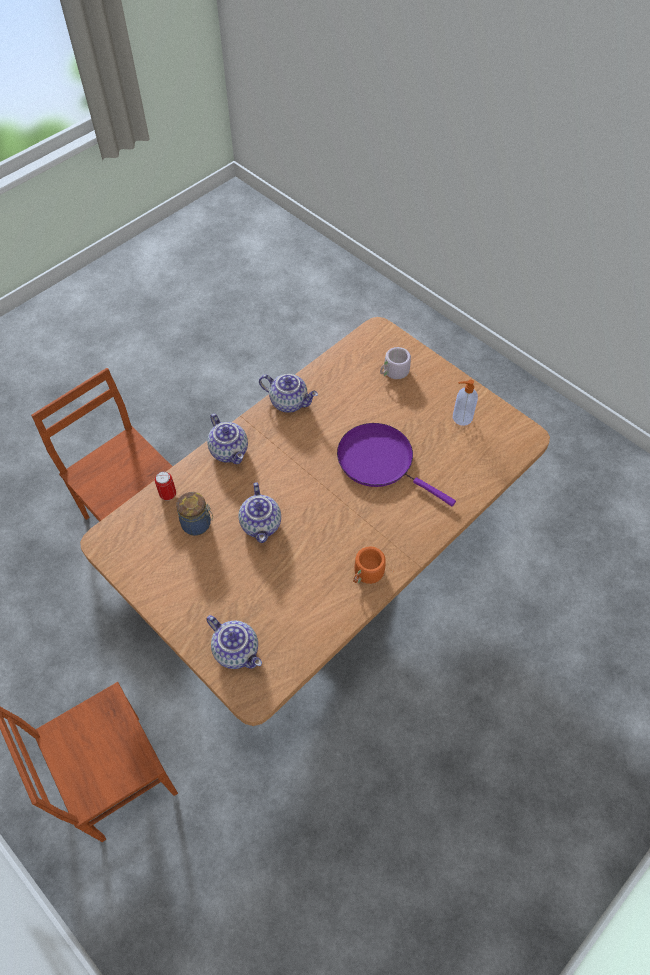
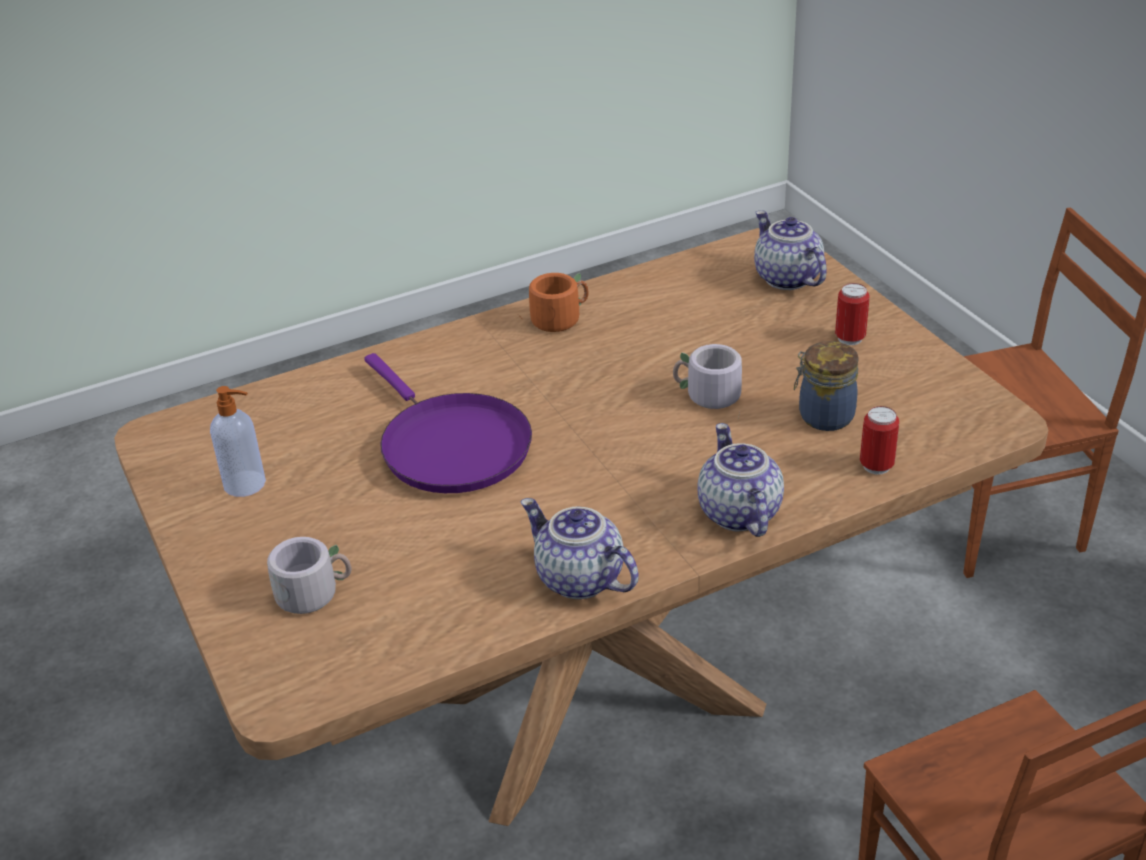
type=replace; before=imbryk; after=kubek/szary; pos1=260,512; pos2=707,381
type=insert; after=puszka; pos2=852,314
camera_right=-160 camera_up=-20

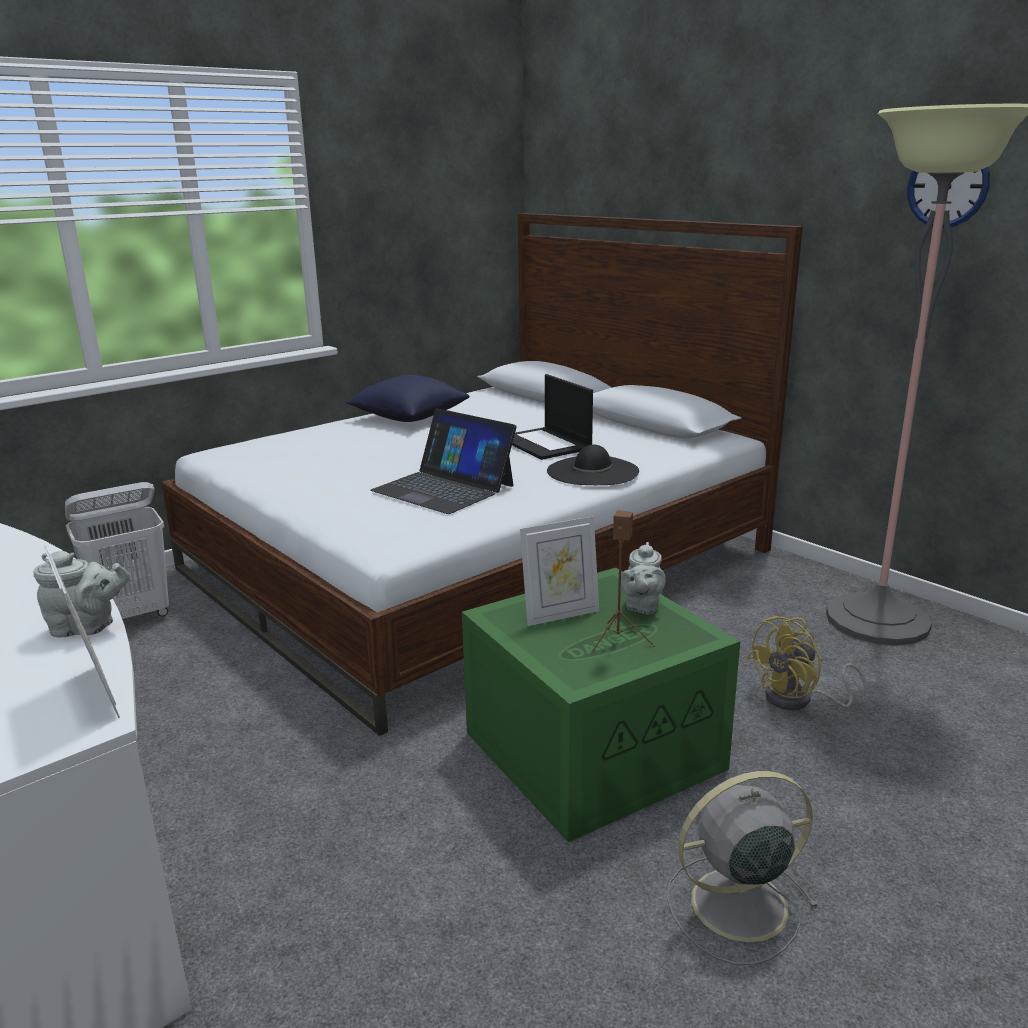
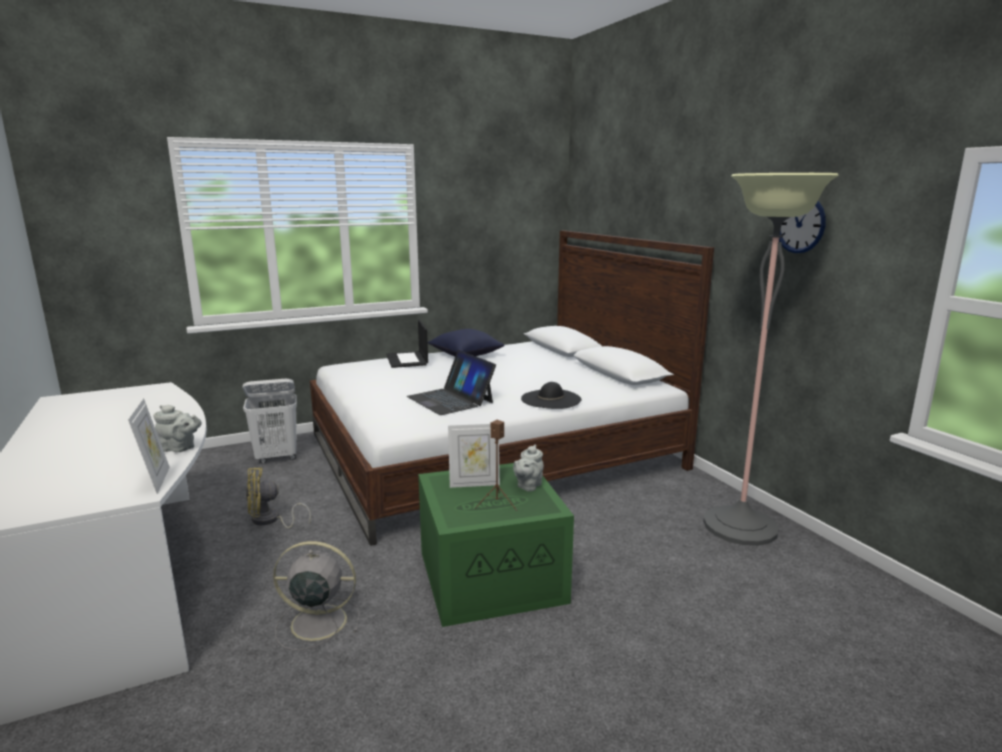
type=move; before=wentylator/żółty; pos1=806,663; pos2=278,498
type=move; before=wentylator/szary; pos1=743,868; pos2=316,595
type=move; before=laptop; pos1=552,417; pos2=407,344
camera_right=15 camera_up=-5

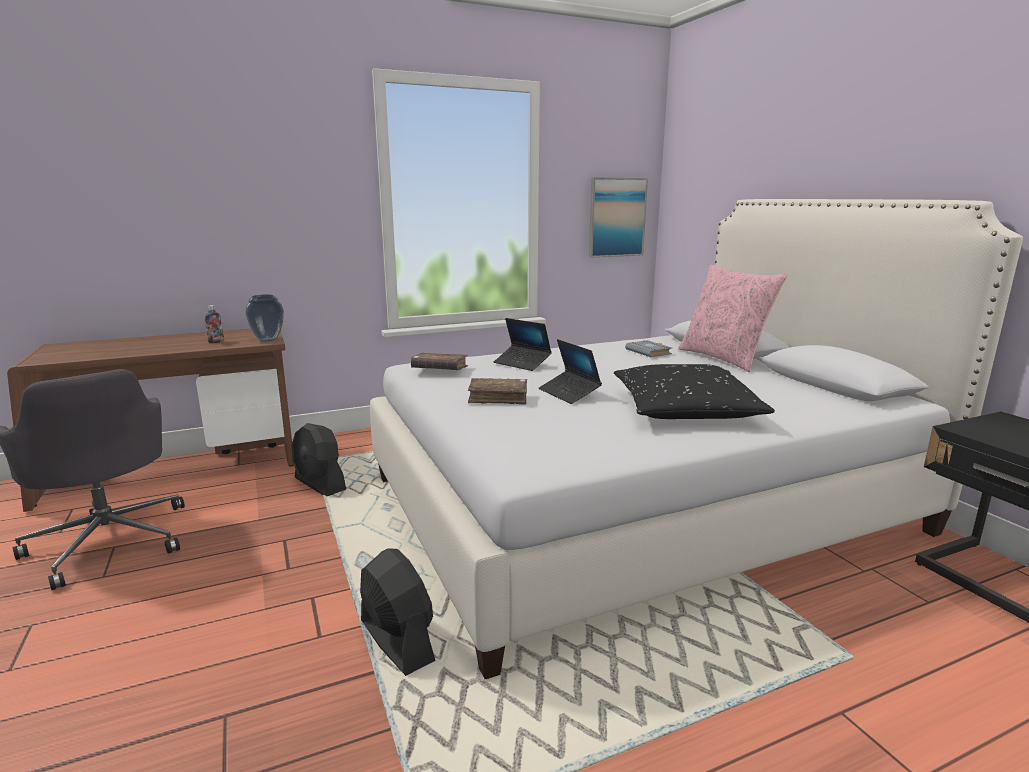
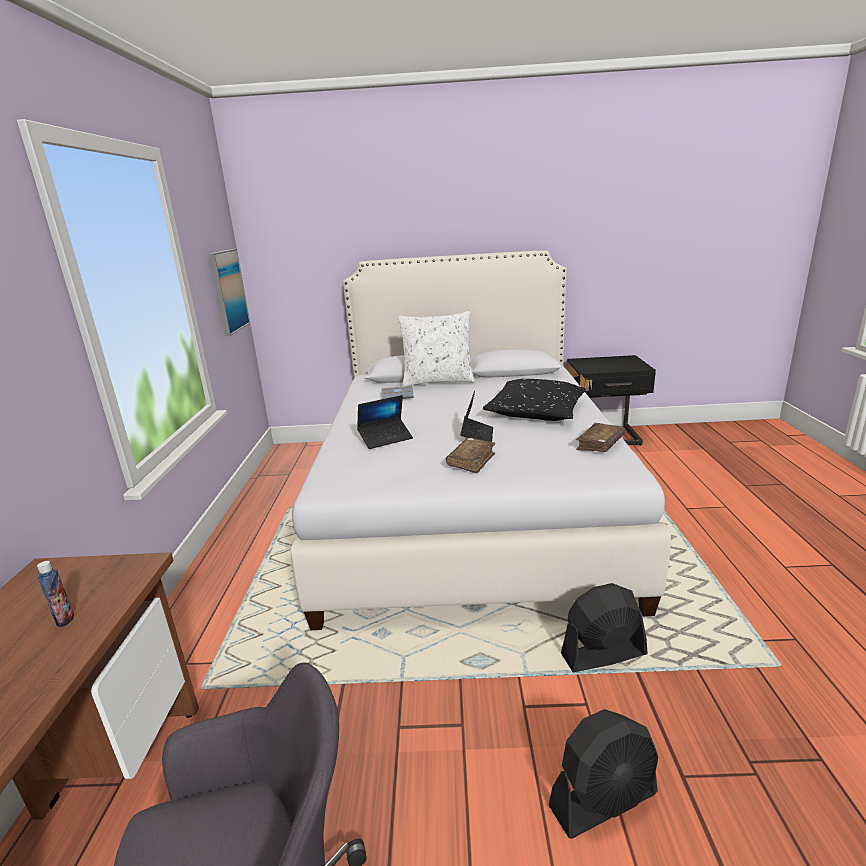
type=recolor; before=poduszka/różowy; after=poduszka/biały; pos1=733,318; pos2=436,349
type=rotate; before=laptop; pos1=570,371; pos2=476,416; turn=-75
type=move; before=wentylator/czarny; pos1=318,459; pos2=603,774
type=move; before=książka/brązowy; pos1=439,361; pos2=600,437
type=delete; before=wazon; pos1=264,318
camera_right=-65 camera_up=5

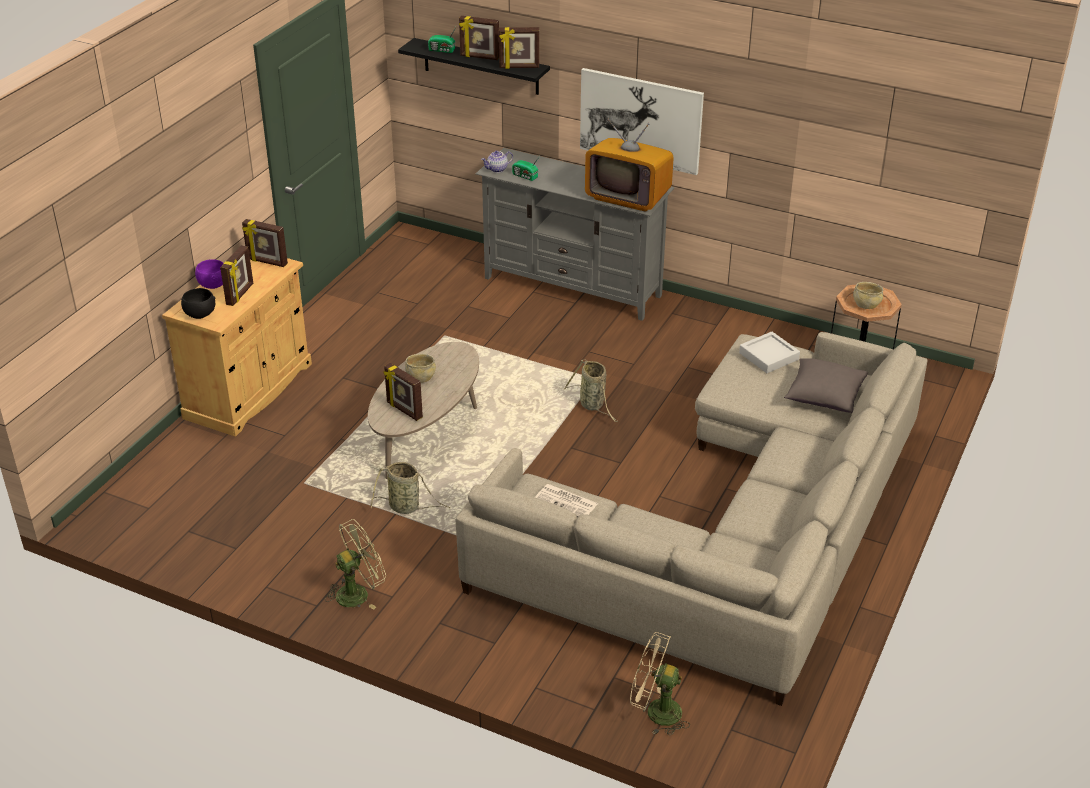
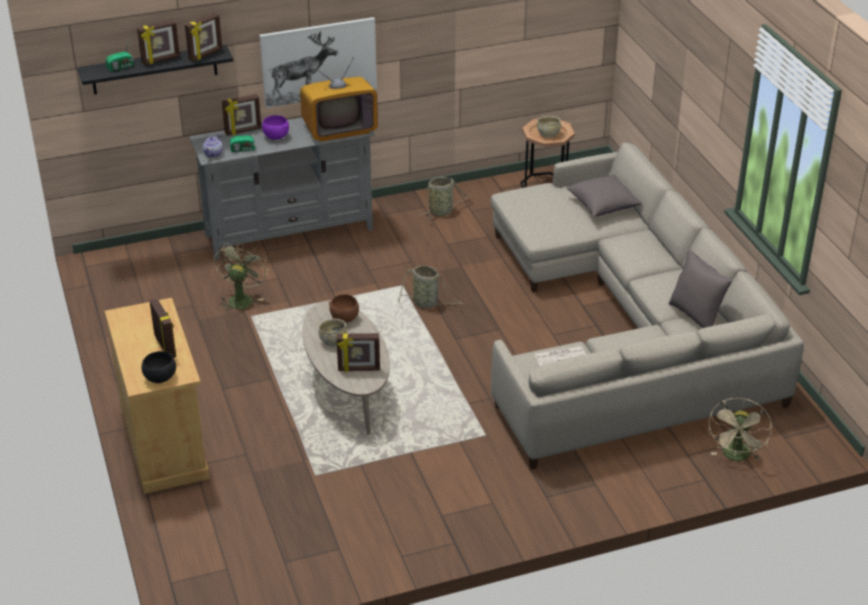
type=move; before=wentylator/zielony; pos1=355,564; pos2=241,277
type=move; before=ramka na zdjęcie; pos1=265,243; pos2=241,115
type=move; before=miska/fioletowy; pos1=209,274; pos2=275,127
type=insert; after=miska/brązowy; pos2=344,308
type=move; before=koszyk; pos1=410,488; pos2=445,198
type=insert; after=poduszka/szary; pos2=700,288
type=rotate; before=wentylator/beżowy; pos1=660,684; pos2=740,429; turn=-45
type=delete; before=taca/szary; pos1=769,352
camera_right=-45 camera_up=0

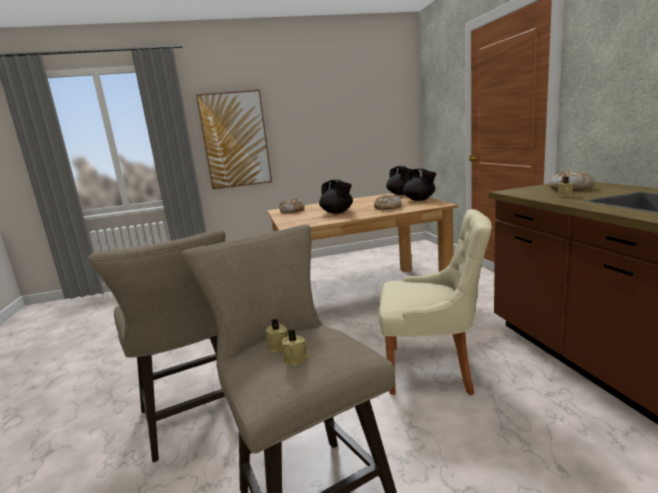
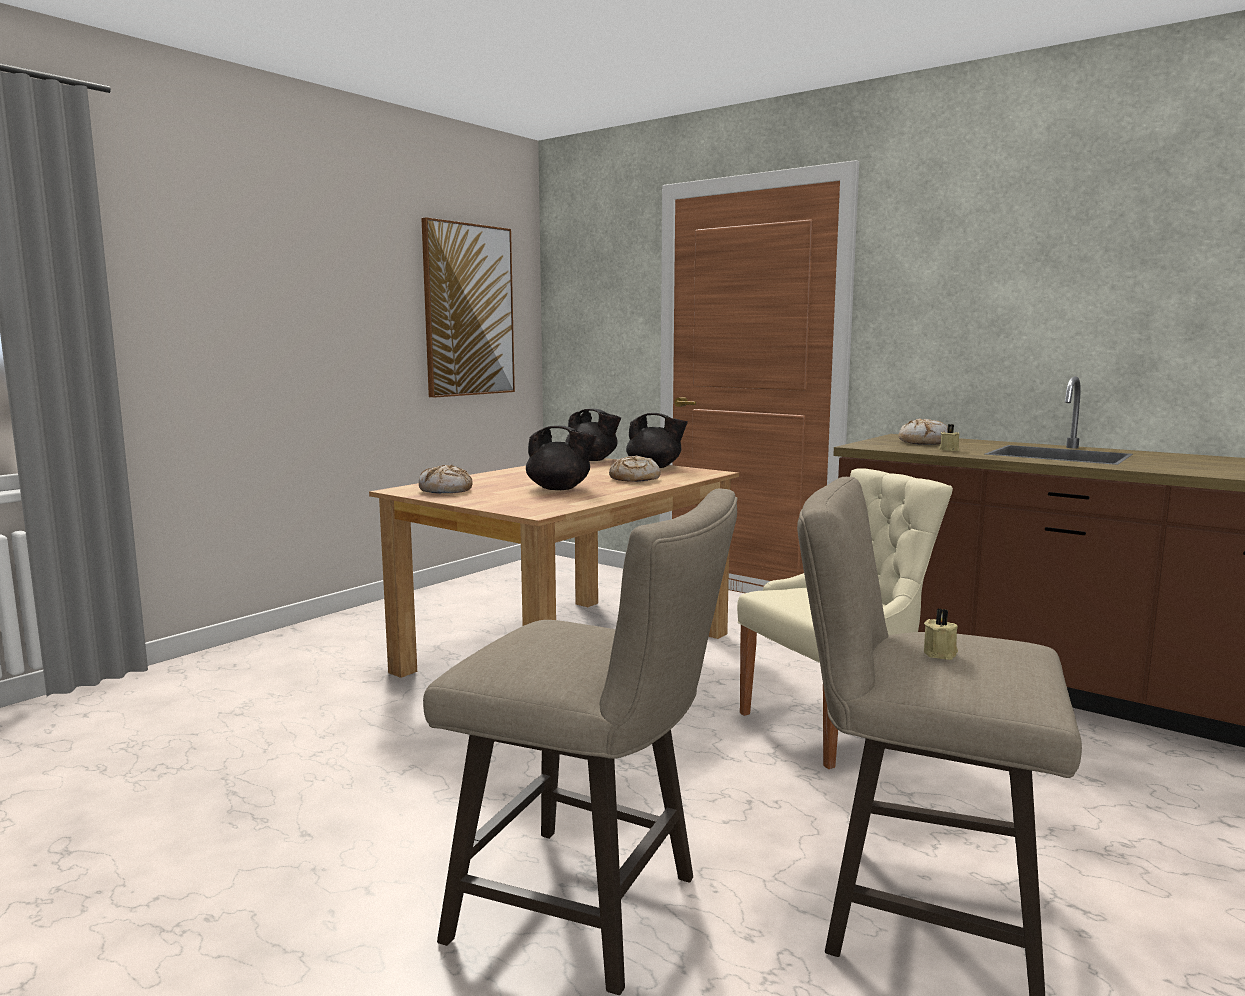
type=move; before=obraz; pos1=234,140; pos2=468,307
type=delete; before=świeca/beżowy; pos1=295,348
camera_right=-40 camera_up=-5

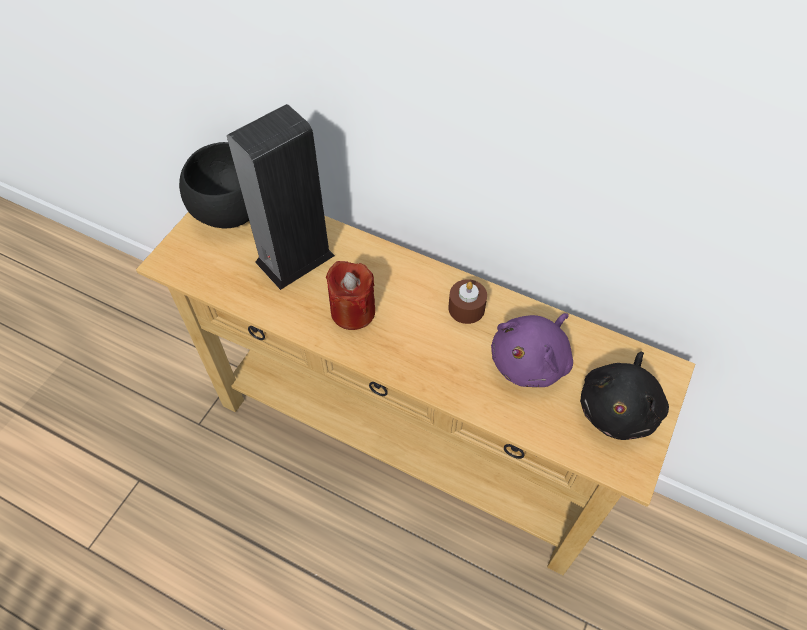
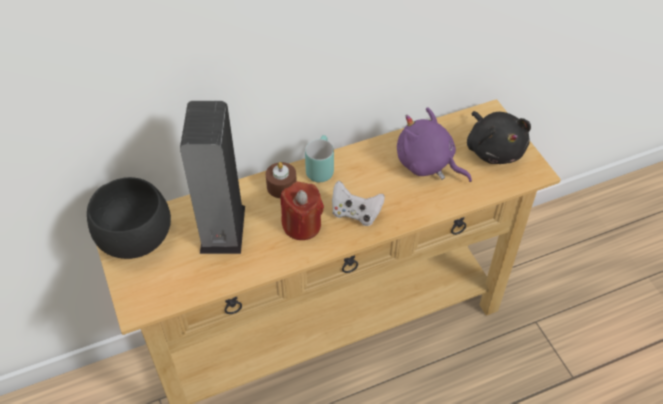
type=move; before=świeca/brązowy; pos1=467,301; pos2=281,180
type=insert; after=kubek/turkusowy; pos2=319,158
type=insert; after=pad do gier/biały; pos2=358,203
type=rotate; before=pluszak/fioletowy; pos1=532,350; pos2=434,144; turn=135
camera_right=-50 camera_up=-5

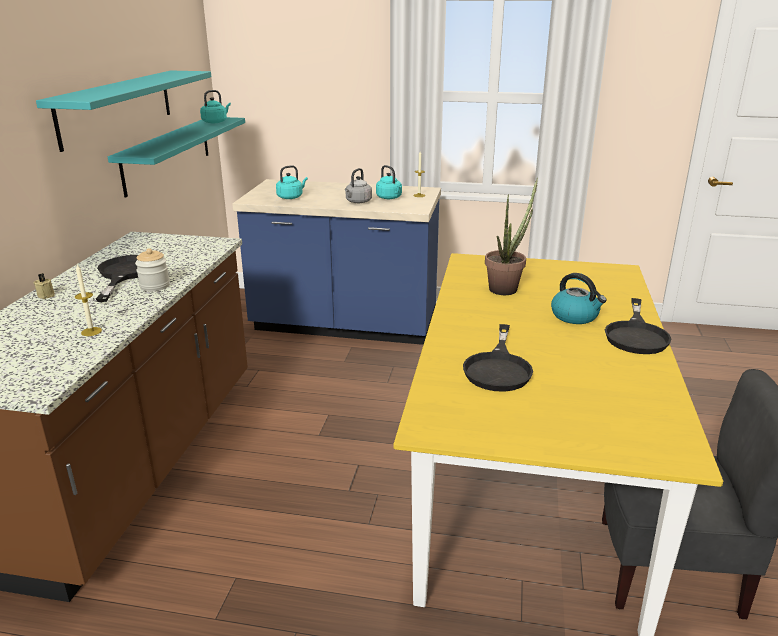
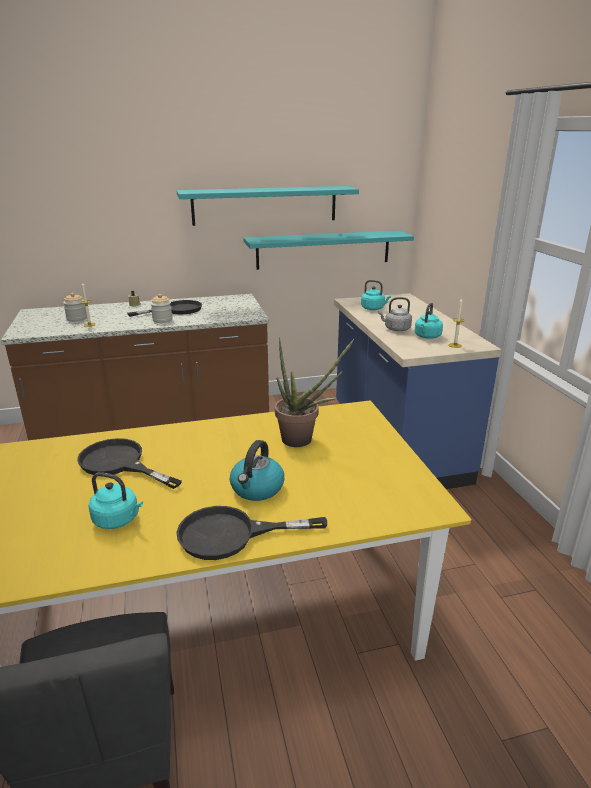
type=insert; after=słoik; pos2=75,307
type=rotate; before=patelnia/czarny; pos1=498,358; pos2=129,463; turn=45
type=move; before=czajnik/turkusowy; pos1=215,106; pos2=116,500
camera_right=65 camera_up=0

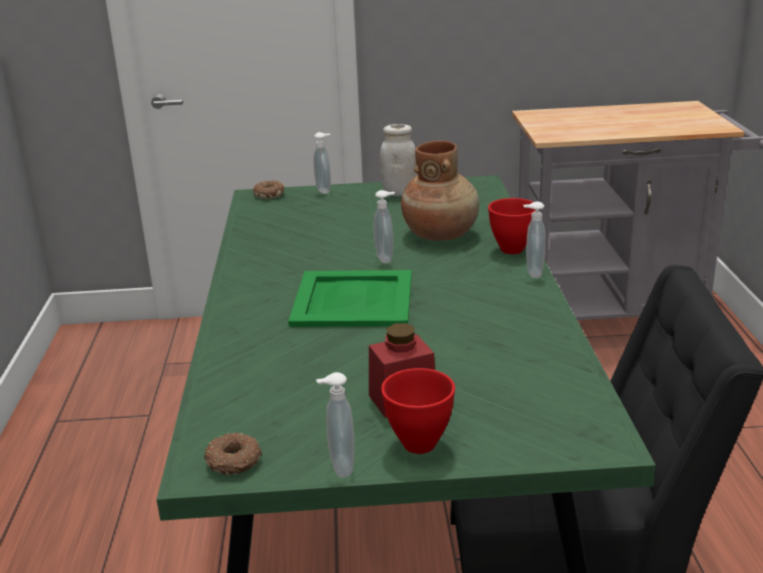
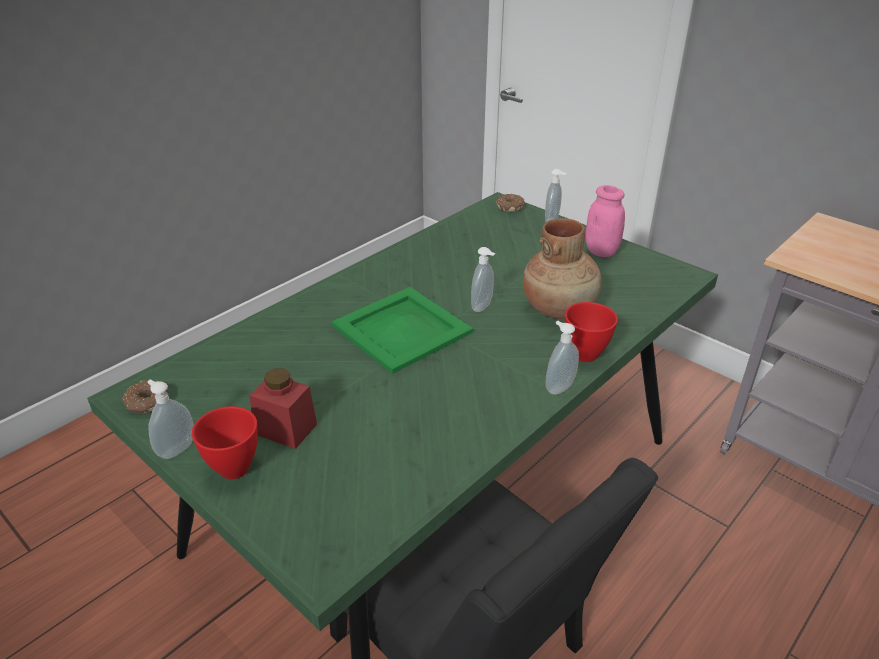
type=recolor; before=słoik/biały; after=słoik/różowy; pos1=399,160; pos2=605,221
camera_right=45 camera_up=10

